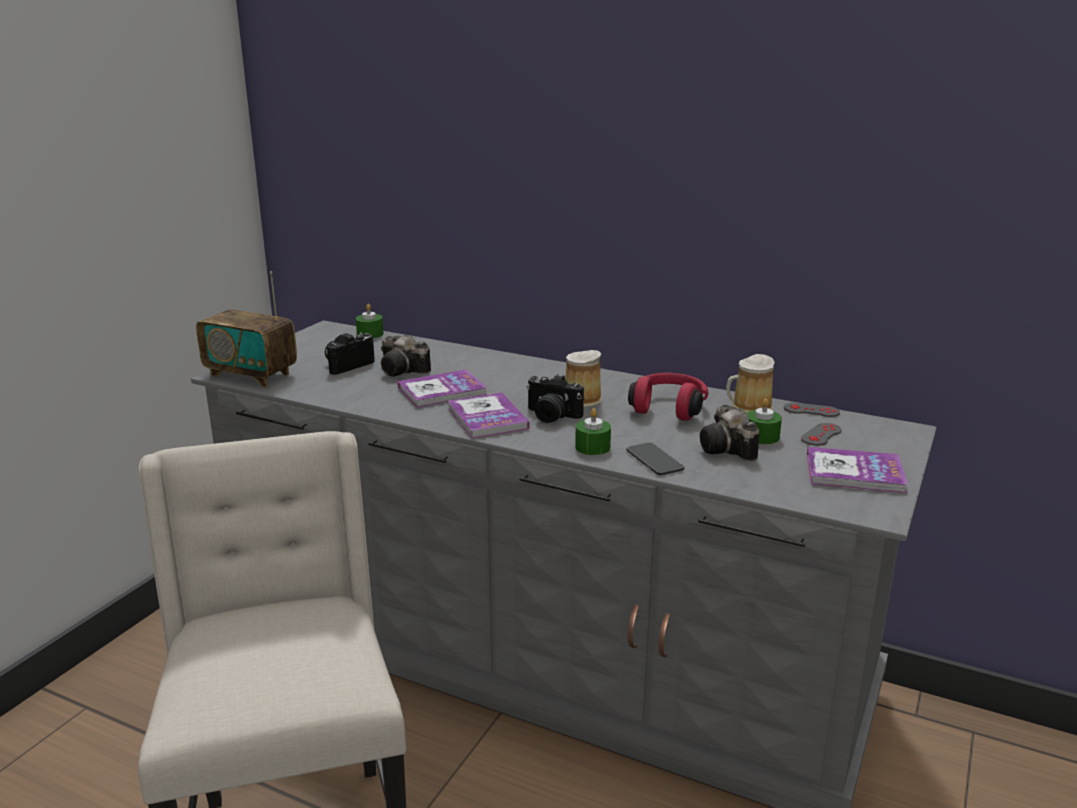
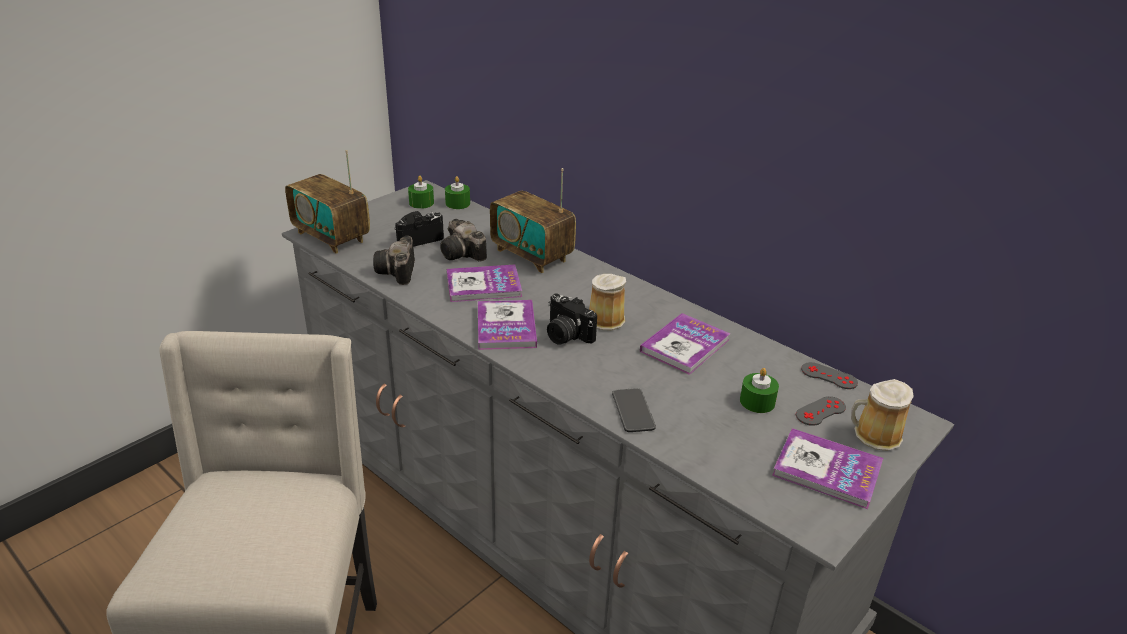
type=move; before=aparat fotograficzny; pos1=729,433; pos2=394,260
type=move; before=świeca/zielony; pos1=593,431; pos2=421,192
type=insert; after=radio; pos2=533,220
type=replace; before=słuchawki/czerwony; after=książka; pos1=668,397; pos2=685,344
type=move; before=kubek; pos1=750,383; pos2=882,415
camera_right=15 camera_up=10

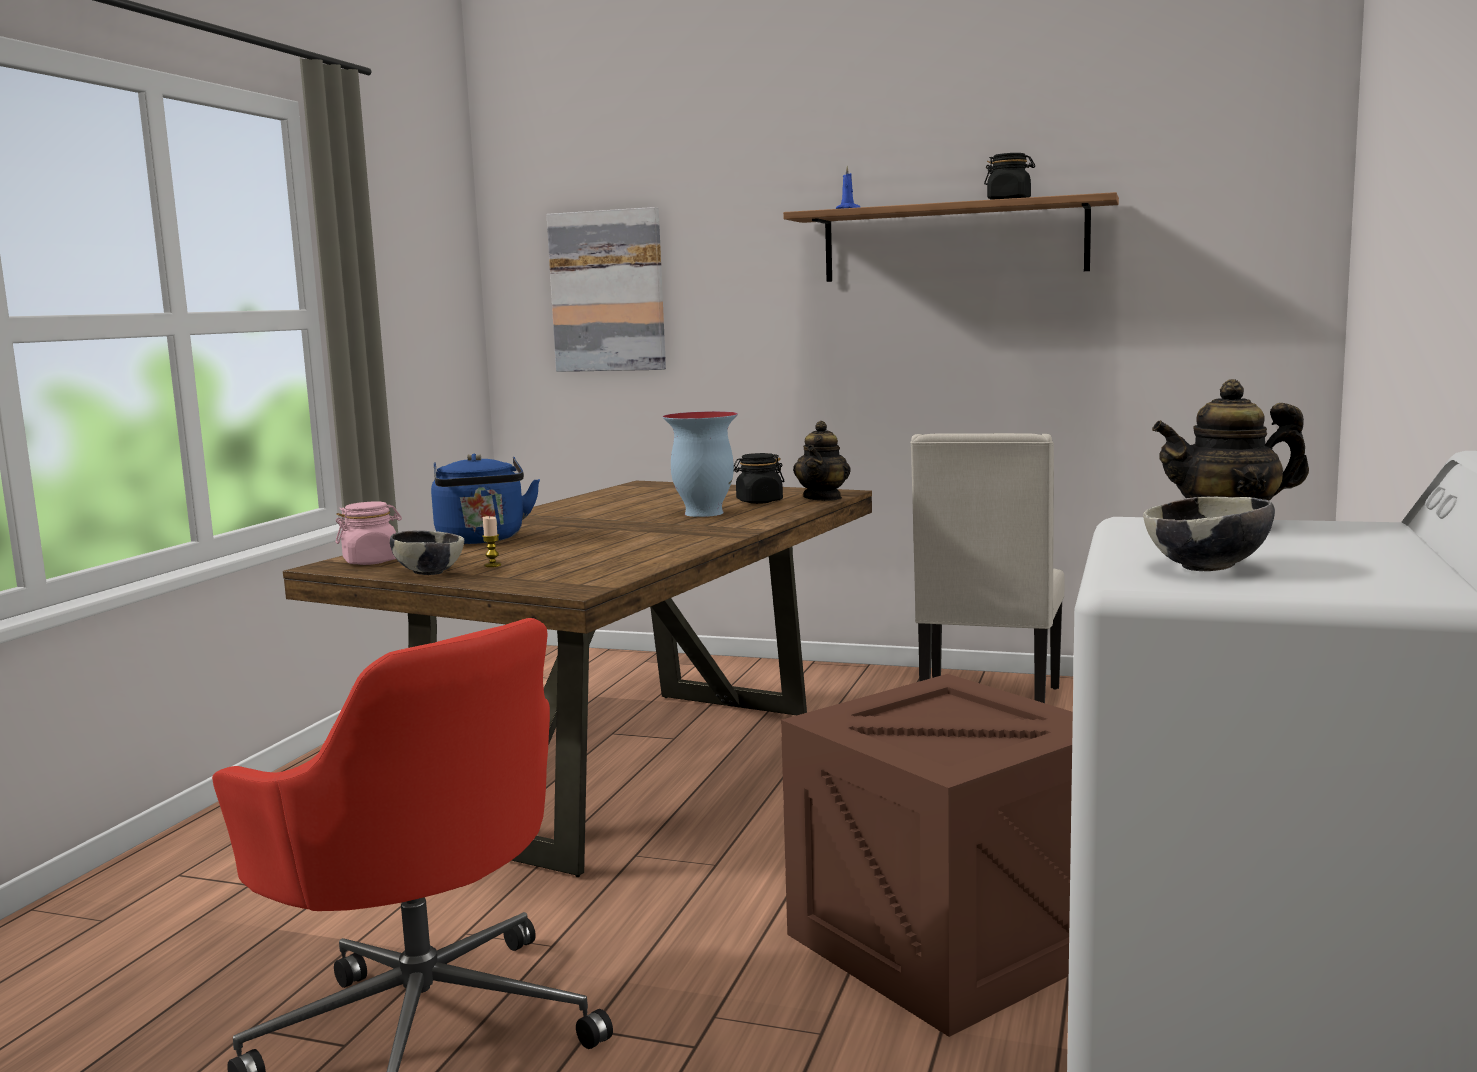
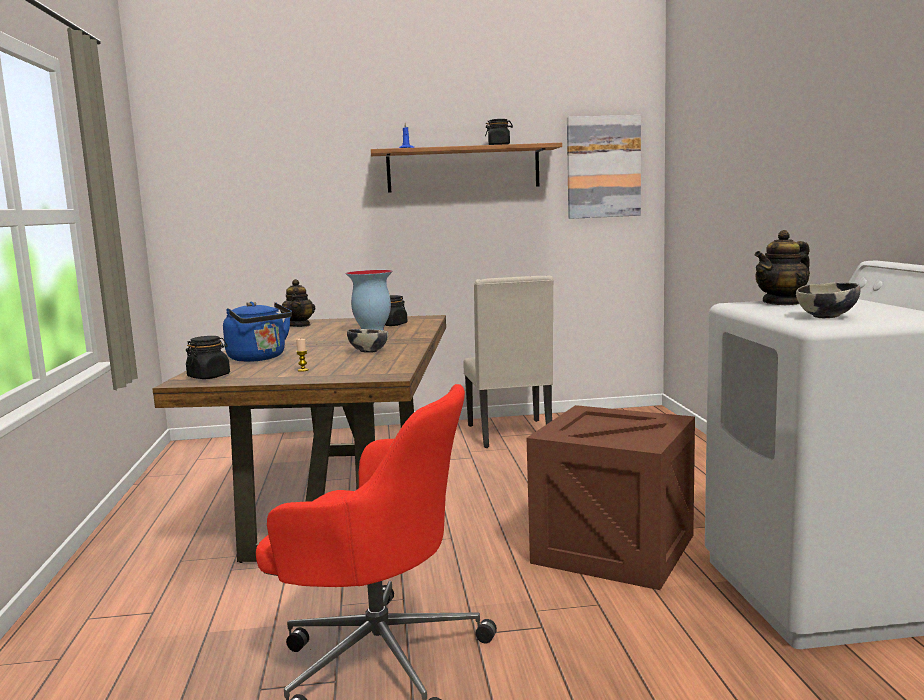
type=recolor; before=słoik/różowy; after=słoik/czarny; pos1=369,533; pos2=208,357
type=move; before=imbryk; pos1=822,461; pos2=297,303
type=move; before=miska; pos1=427,553; pos2=367,341
type=move; before=obraz; pos1=606,289; pos2=604,167
camera_right=-25 camera_up=0

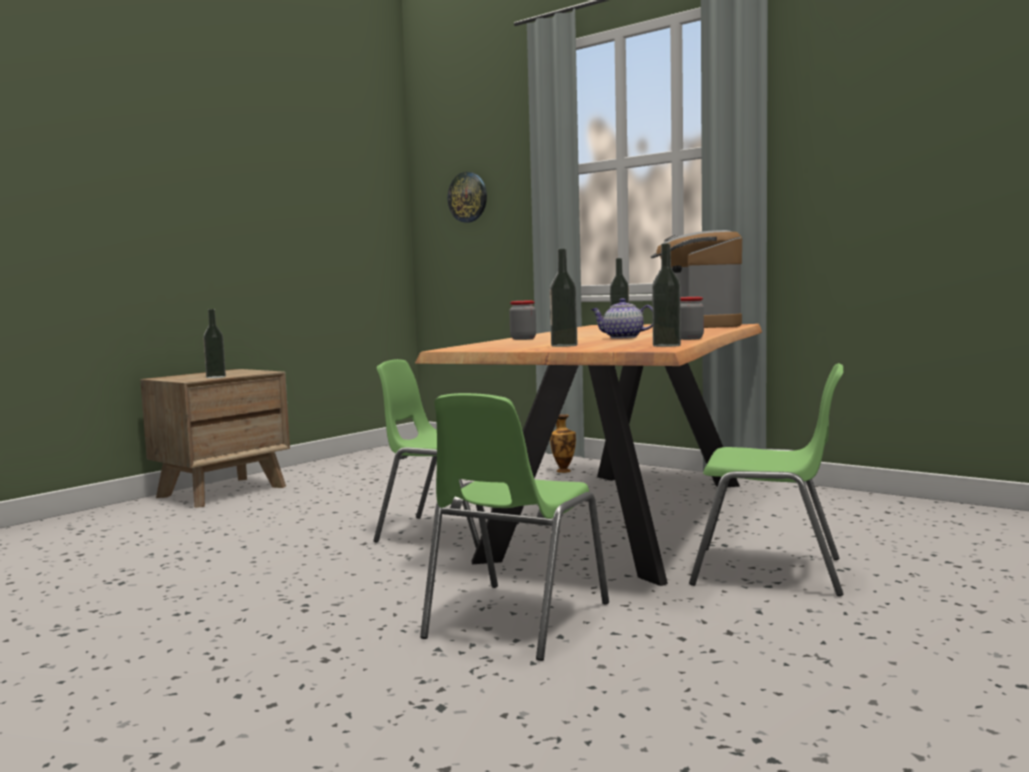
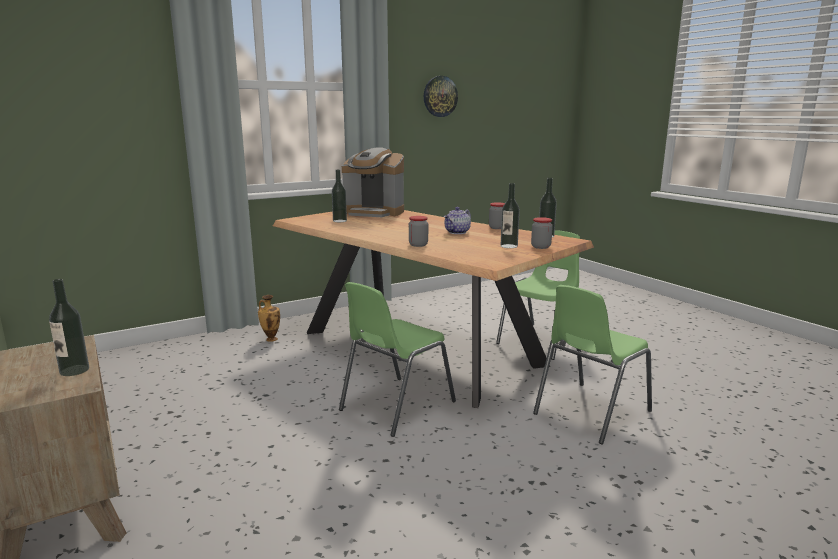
type=move; before=zegar ścienny; pos1=467,197; pos2=441,96
type=insert; after=słoik; pos2=542,233
type=rotate; before=krzesło/zielony; pos1=514,527; pos2=592,365; turn=90
camera_right=-70 camera_up=10

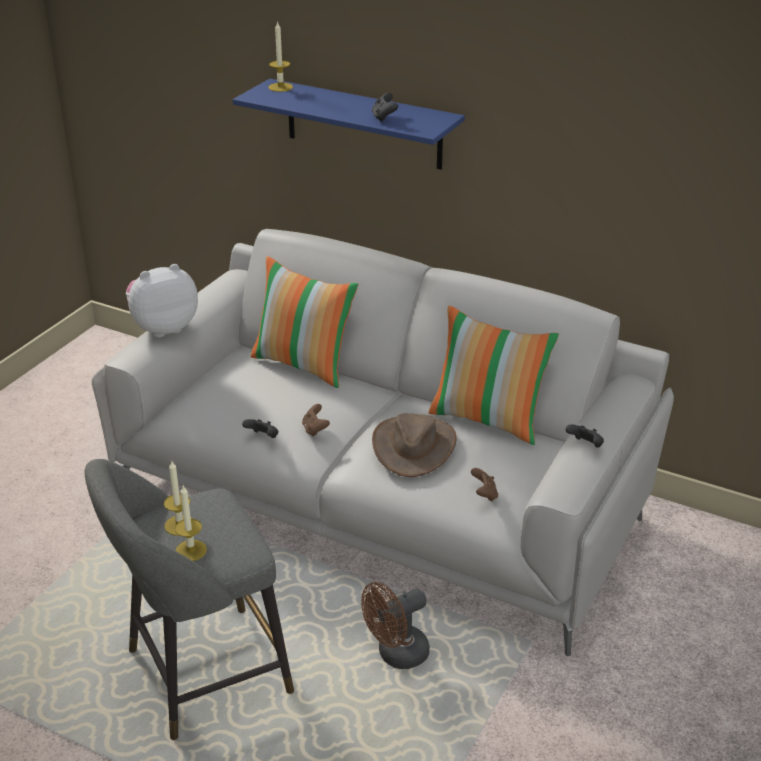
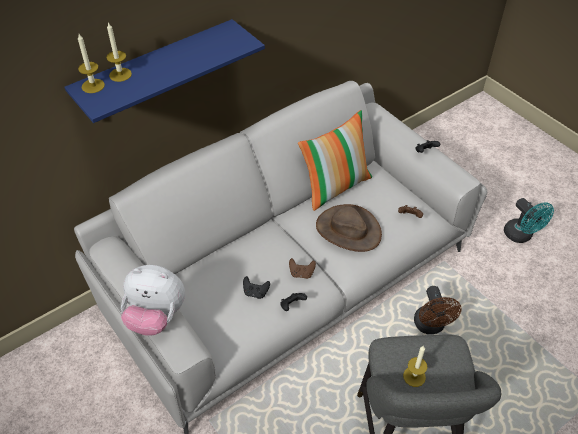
type=move; before=świeca; pos1=191,523; pos2=119,52
type=rotate; before=pluszak; pos1=162,301; pos2=153,300; turn=-75
type=move; before=pad do gier/czarny; pos1=385,107; pos2=256,287
type=insert; after=wentylator/turkusowy; pos2=529,220
type=delete; before=poduszka; pos1=304,322
camera_right=-65 camera_up=15

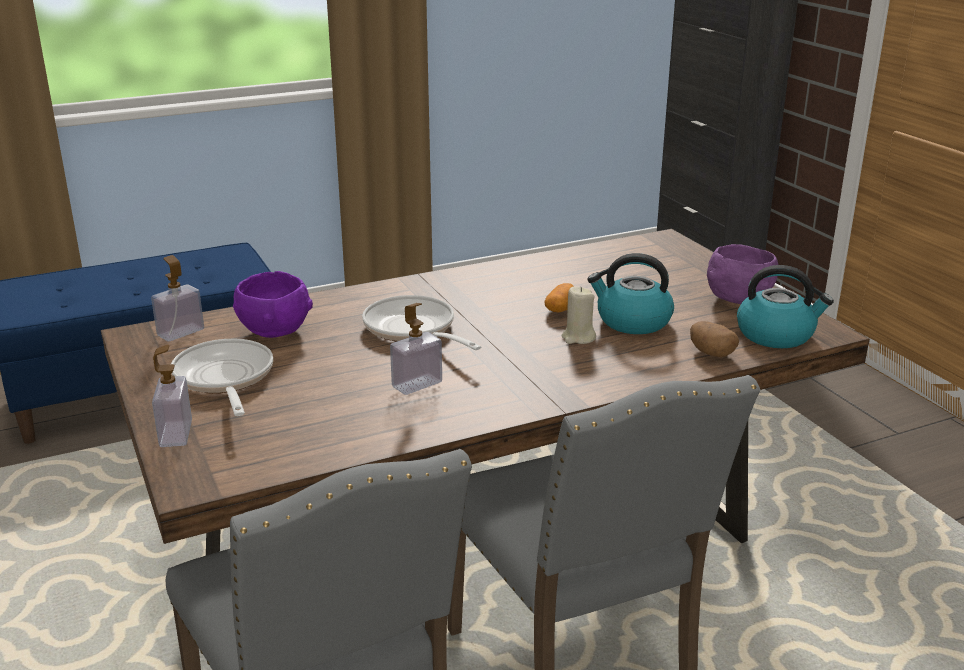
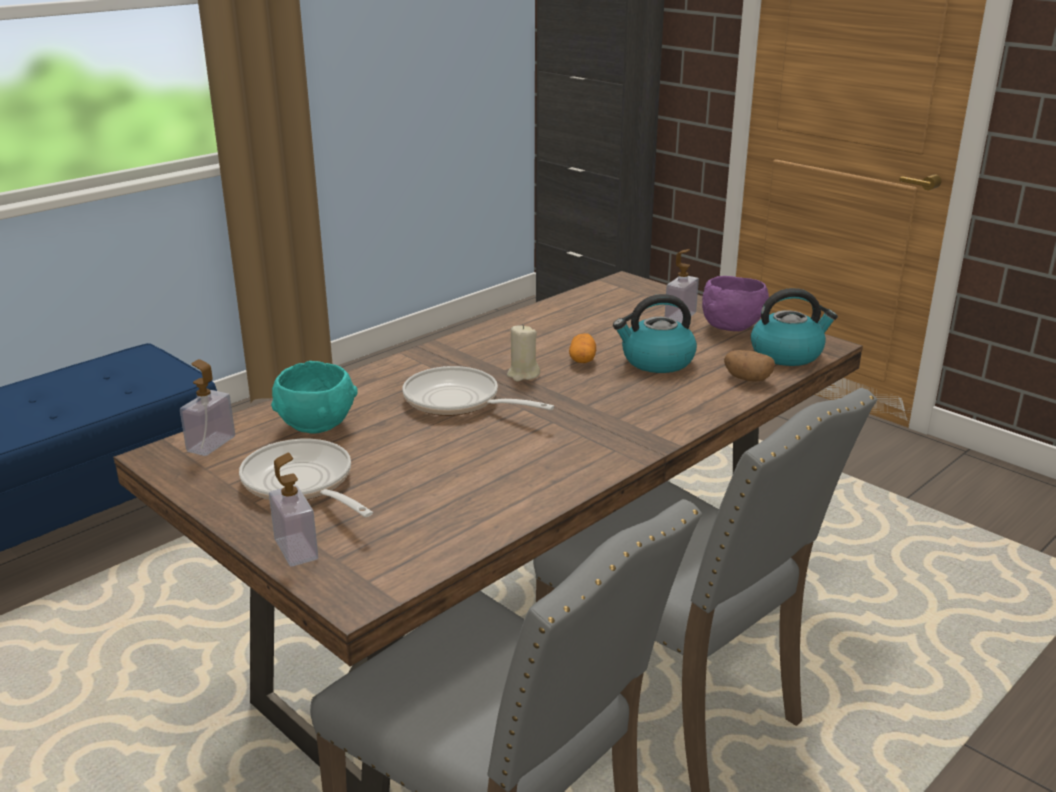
type=recolor; before=miska/fioletowy; after=miska/turkusowy; pos1=273,304; pos2=314,397
type=move; before=świeca/beżowy; pos1=579,315; pos2=523,353
type=move; before=dozownik mydła; pos1=416,349; pos2=682,286
camera_right=-20 camera_up=0

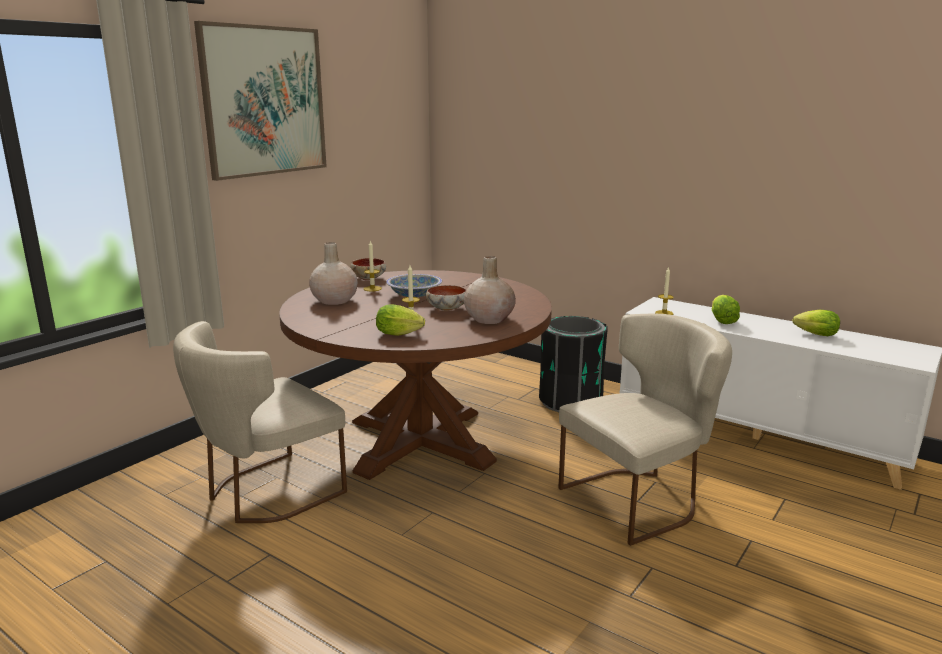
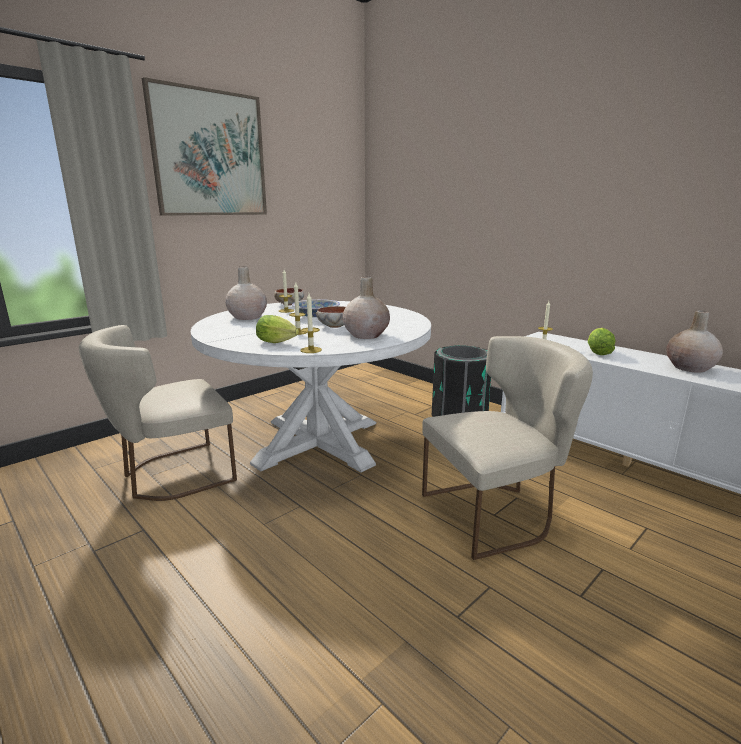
type=recolor; before=stół jadalny/brązowy; after=stół jadalny/biały; pos1=415,375; pos2=311,386
type=insert; after=świeca; pos2=311,323
type=replace; before=sałata; after=wazon/beżowy; pos1=816,323; pos2=694,341
camera_right=10 camera_up=0

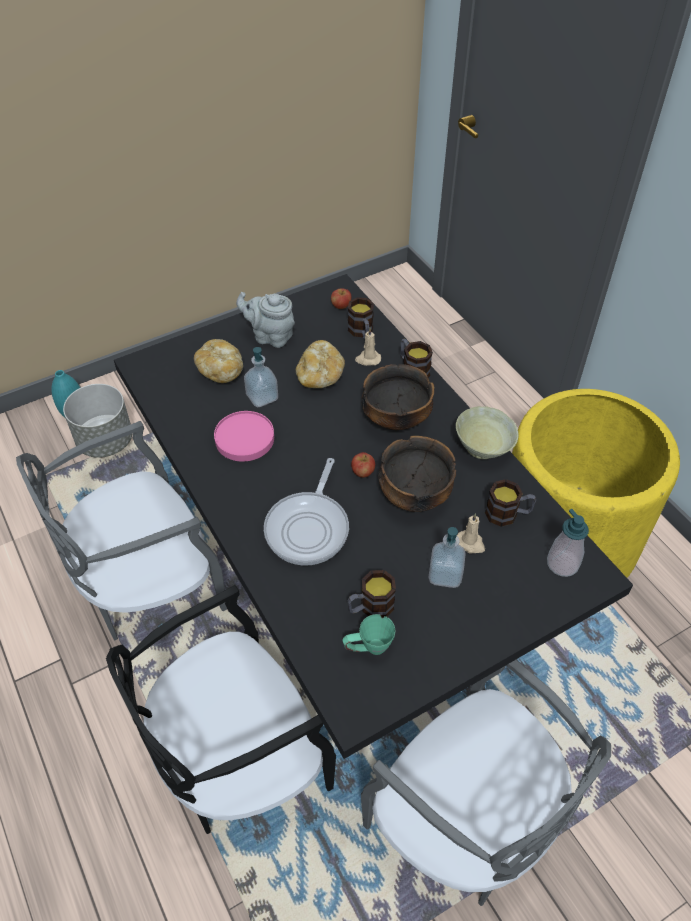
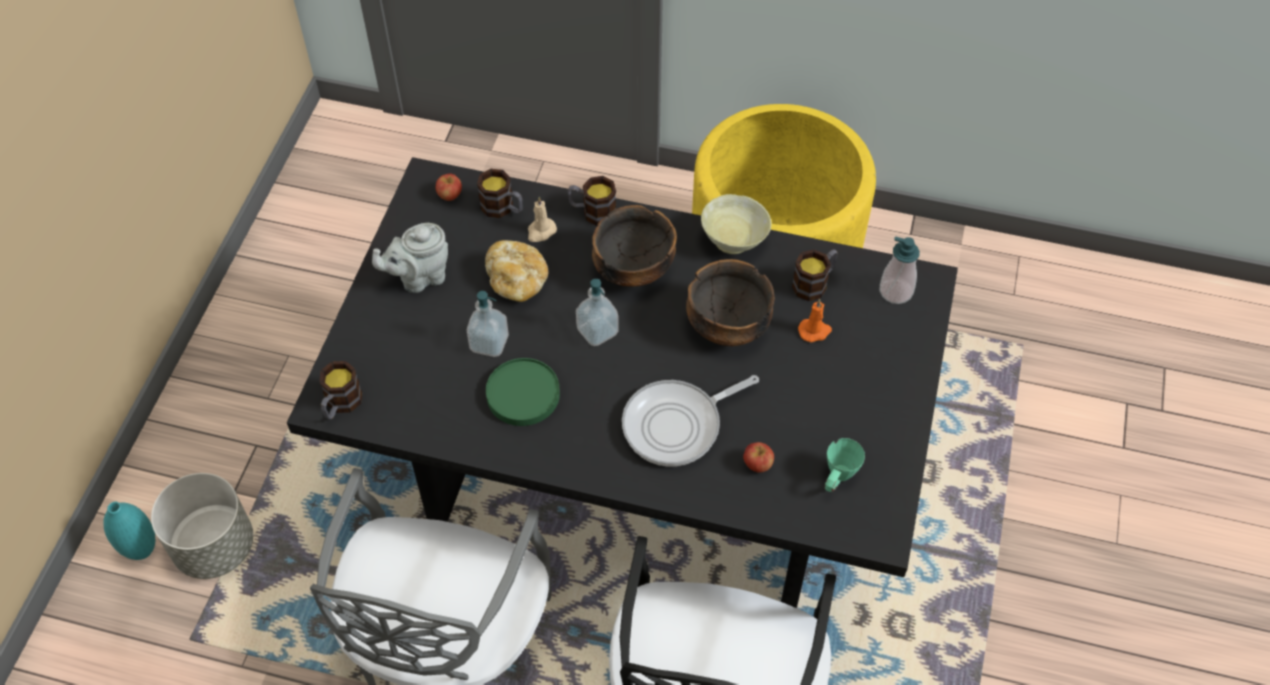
type=move; before=kubek; pos1=371,594; pos2=340,390
type=recolor; before=talerz/różowy; after=talerz/zielony; pos1=244,436; pos2=523,392
type=move; before=dozownik mydła; pos1=447,557; pos2=597,312
type=rotate; before=patelnia; pos1=306,511; pos2=690,421; turn=90
type=move; before=jabłko; pos1=363,465; pos2=758,457
type=recolor; before=świeca/beżowy; after=świeca/pomarańczowy; pos1=471,533; pos2=815,320
type=delete; before=chleb; pos1=218,361
type=delete; before=krzesło/szary; pos1=486,783
camera_right=-45 camera_up=5

